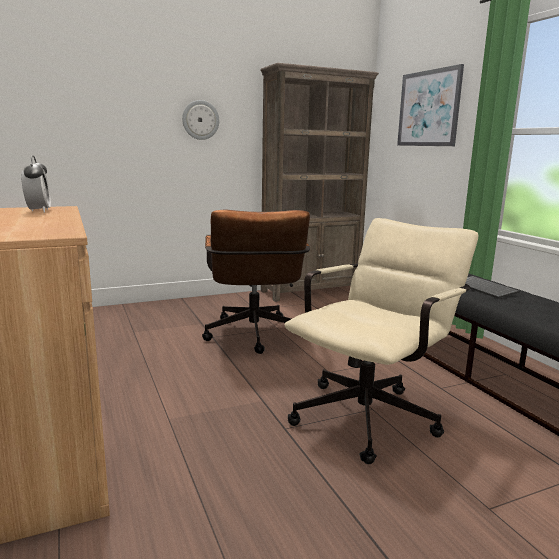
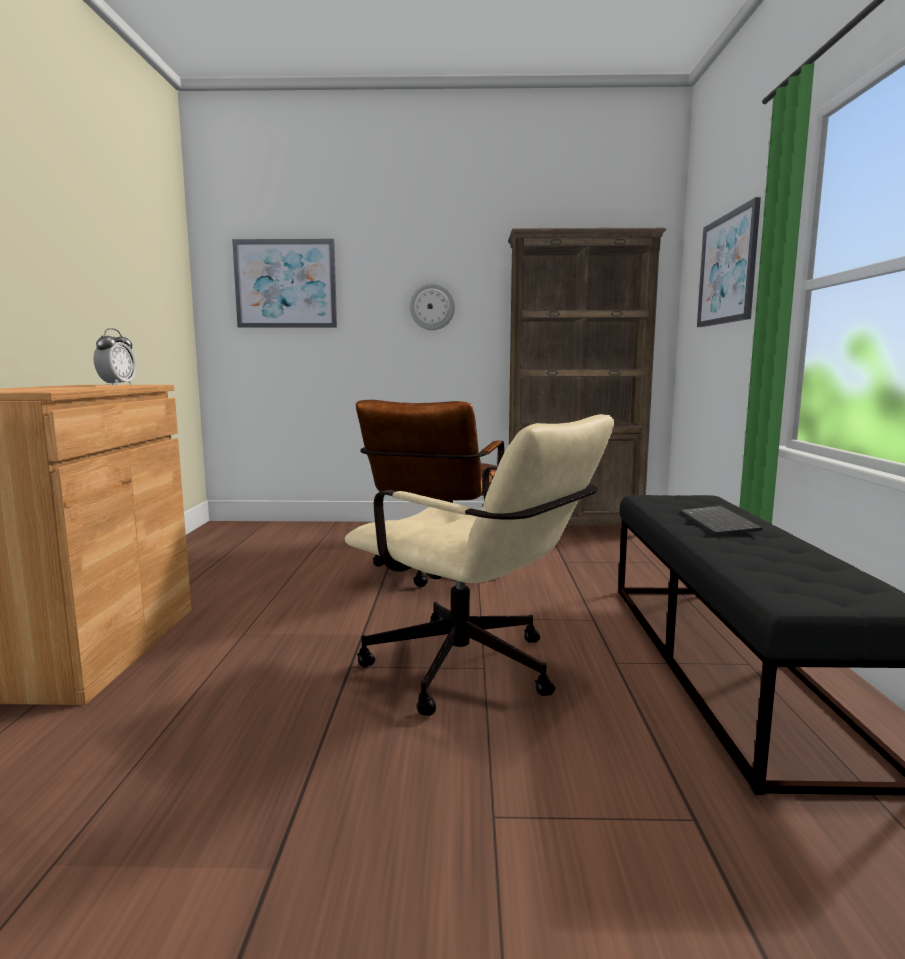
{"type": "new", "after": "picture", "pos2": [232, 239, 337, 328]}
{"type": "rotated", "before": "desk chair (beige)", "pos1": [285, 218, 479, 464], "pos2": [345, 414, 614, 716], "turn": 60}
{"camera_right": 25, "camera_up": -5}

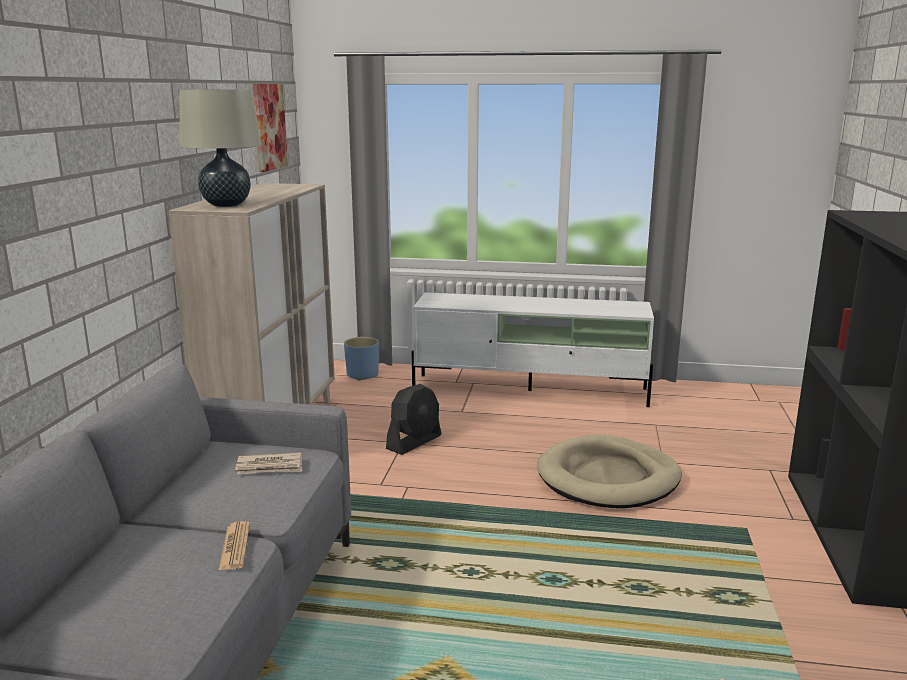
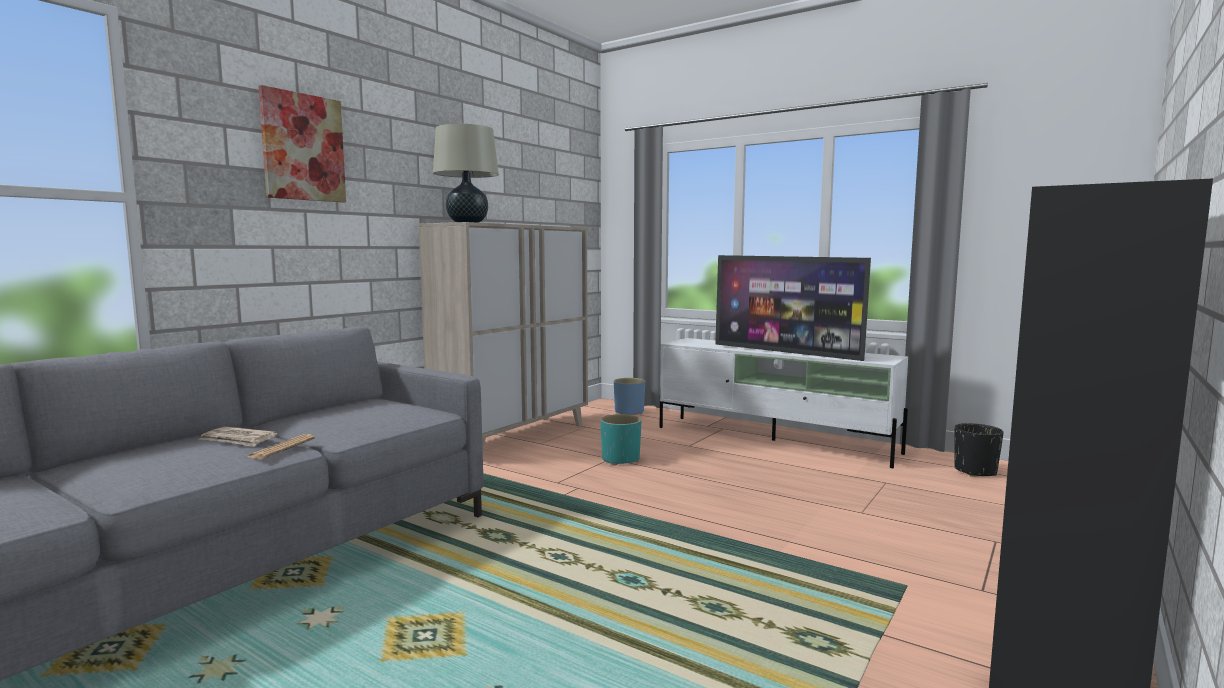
{"type": "shifted", "before": "printed paper", "pos1": [235, 452, 302, 474], "pos2": [200, 427, 277, 447]}
{"type": "shifted", "before": "picture", "pos1": [253, 84, 288, 172], "pos2": [258, 85, 346, 203]}
{"type": "swapped", "before": "electric fan (blackish)", "after": "plant pot (turquoise)", "pos1": [386, 384, 441, 455], "pos2": [600, 414, 642, 466]}
{"type": "new", "after": "TV set", "pos2": [715, 255, 871, 361]}
{"type": "new", "after": "plant pot (blackish)", "pos2": [954, 423, 1004, 477]}
{"type": "gone", "before": "pet bed (beige)", "pos1": [537, 435, 682, 508]}
{"camera_right": 25, "camera_up": -10}

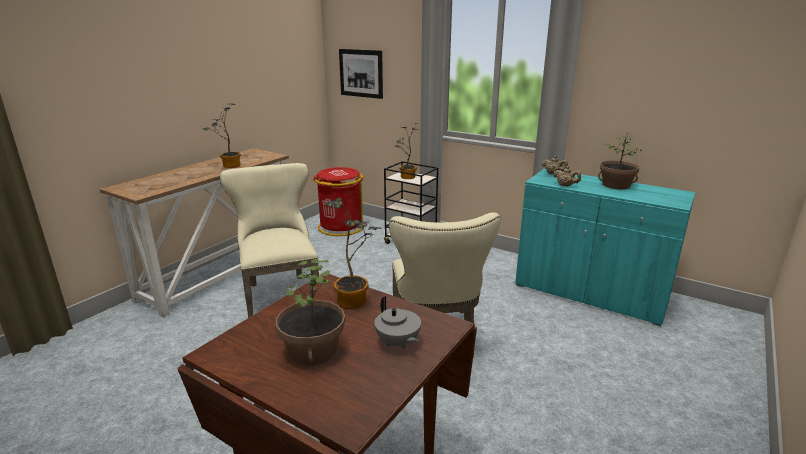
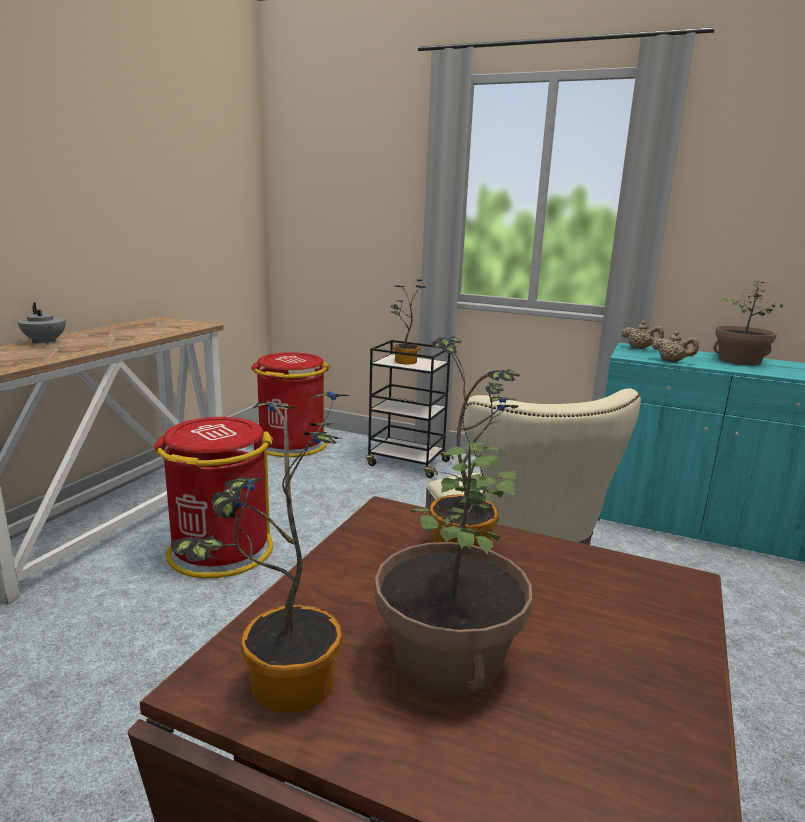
{"type": "shifted", "before": "teapot (gray)", "pos1": [374, 296, 421, 349], "pos2": [18, 302, 66, 344]}
{"type": "swapped", "before": "upright chair (beige)", "after": "trash can (red-coloured)", "pos1": [220, 163, 319, 318], "pos2": [153, 417, 273, 578]}
{"type": "shifted", "before": "potted plant", "pos1": [202, 103, 241, 168], "pos2": [171, 391, 349, 714]}
{"type": "gone", "before": "picture", "pos1": [339, 49, 383, 99]}
{"camera_right": -10, "camera_up": -5}

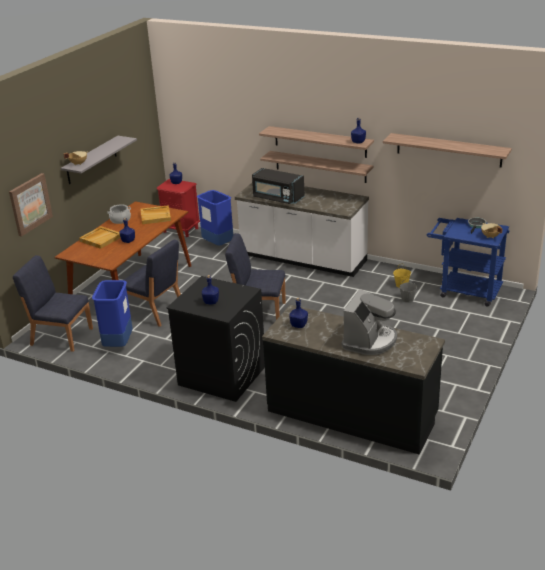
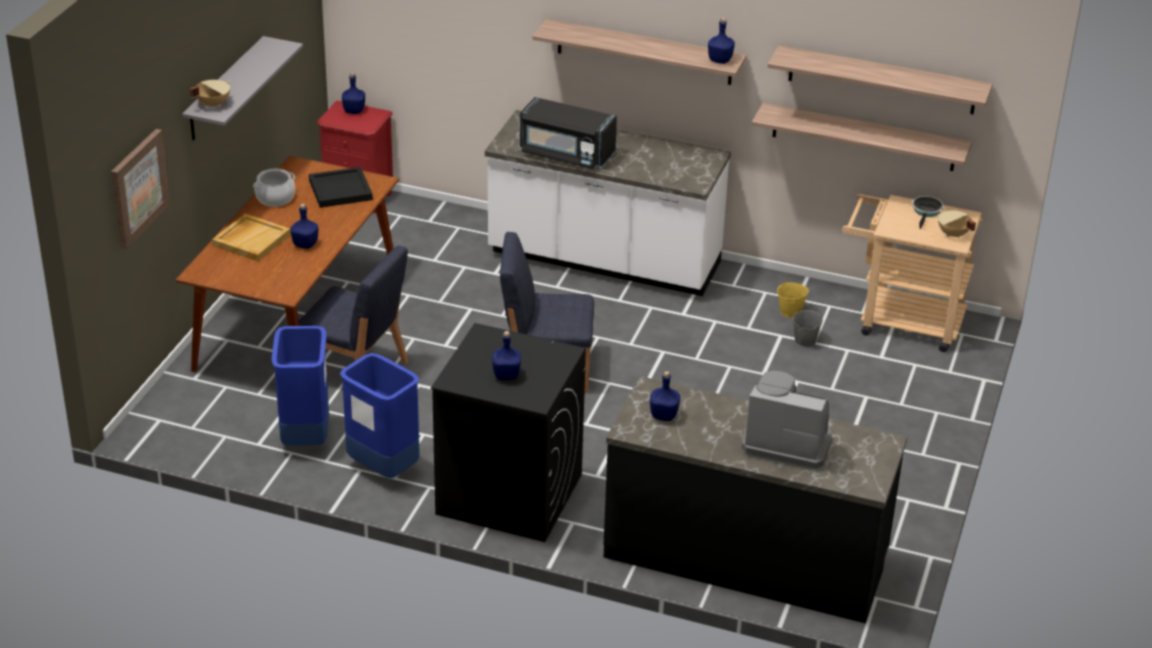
{"type": "repainted", "before": "carrying tray (beige)", "after": "carrying tray (blackish)", "pos1": [140, 205, 171, 224], "pos2": [309, 167, 373, 208]}
{"type": "shifted", "before": "trash can (blue-coloured)", "pos1": [197, 190, 233, 246], "pos2": [340, 353, 420, 478]}
{"type": "rotated", "before": "coffee brewer", "pos1": [341, 289, 397, 355], "pos2": [742, 371, 832, 470], "turn": -90}
{"type": "shifted", "before": "wall shelf", "pos1": [260, 151, 374, 183], "pos2": [752, 103, 972, 171]}
{"type": "repainted", "before": "cart (blue-coloured)", "after": "cart (beige)", "pos1": [427, 218, 509, 307], "pos2": [842, 194, 983, 352]}
{"type": "gone", "before": "upright chair (blue-coloured)", "pos1": [13, 255, 93, 352]}
{"camera_right": -10, "camera_up": 5}

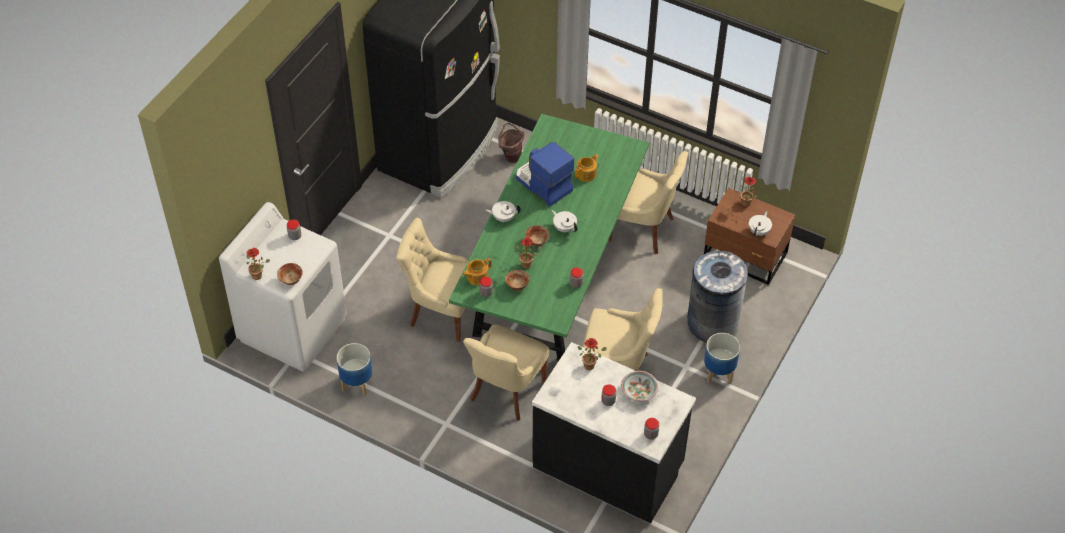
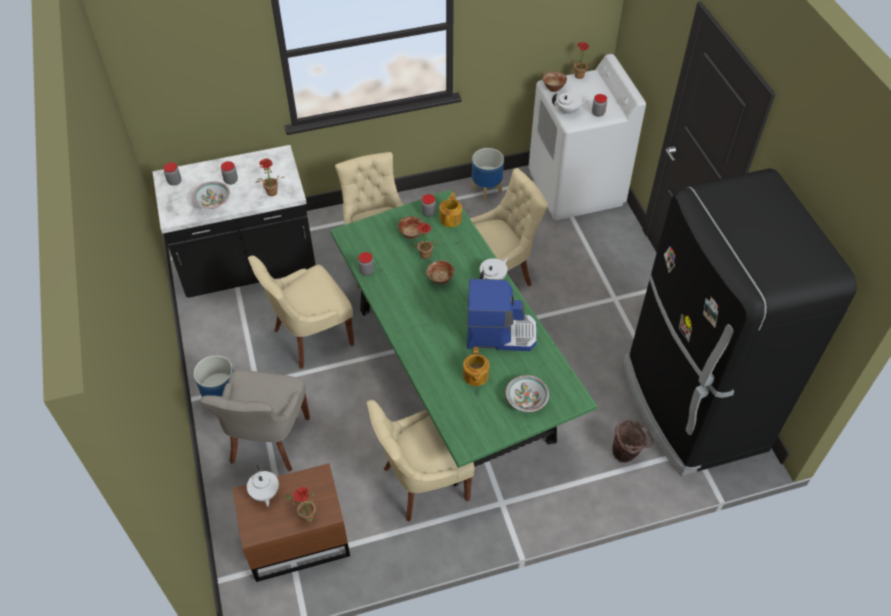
{"type": "swapped", "before": "trash can (gray)", "after": "upright chair (gray)", "pos1": [687, 249, 748, 342], "pos2": [200, 370, 310, 472]}
{"type": "new", "after": "deep dish", "pos2": [505, 375, 549, 412]}
{"type": "shifted", "before": "teapot (white)", "pos1": [552, 210, 577, 232], "pos2": [552, 93, 589, 115]}
{"camera_right": 135, "camera_up": 0}

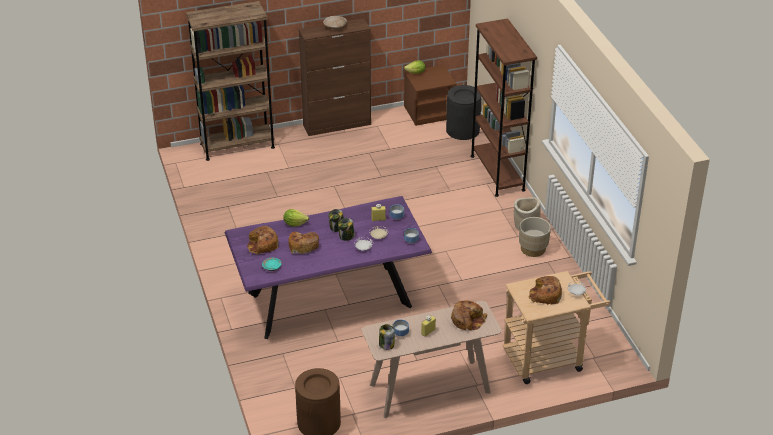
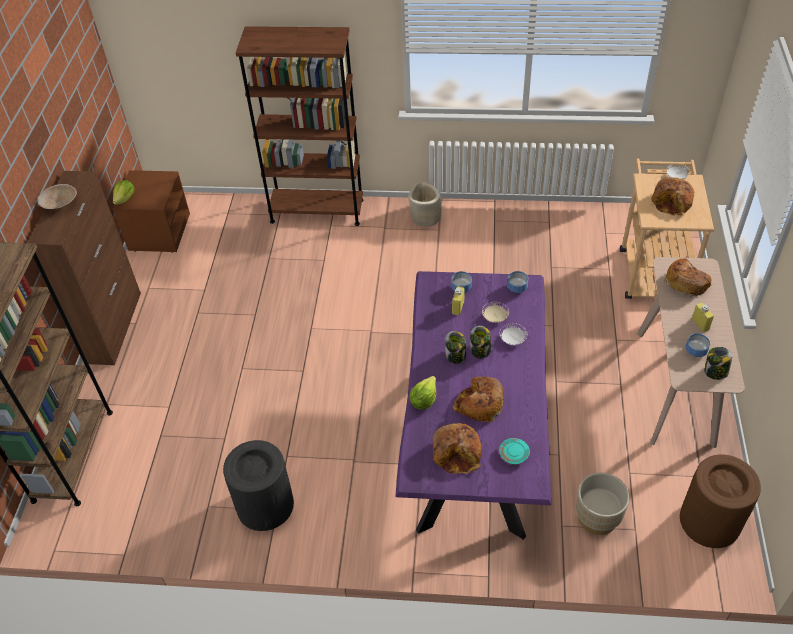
{"type": "shifted", "before": "trash can (blackish)", "pos1": [446, 85, 481, 140], "pos2": [223, 440, 294, 531]}
{"type": "shifted", "before": "plant pot (beige)", "pos1": [519, 217, 551, 257], "pos2": [576, 473, 629, 535]}
{"camera_right": -65, "camera_up": 10}

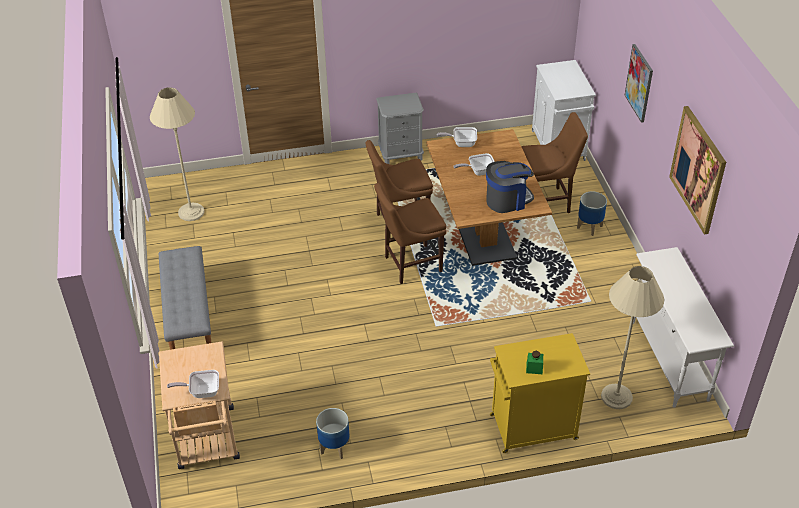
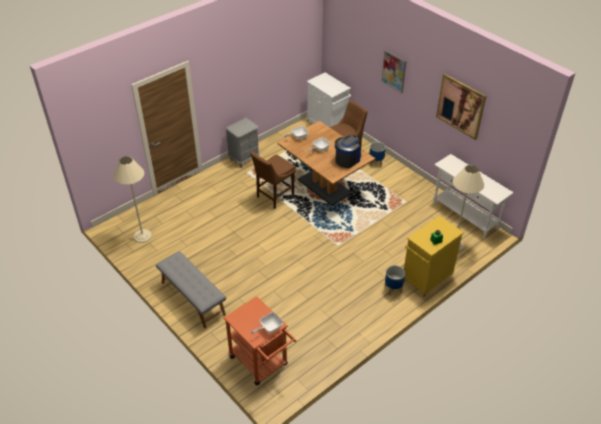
{"type": "repainted", "before": "cart (beige)", "after": "cart (orange-coloured)", "pos1": [159, 341, 240, 469], "pos2": [223, 296, 296, 385]}
{"type": "shifted", "before": "plant pot", "pos1": [316, 408, 350, 459], "pos2": [385, 265, 405, 296]}
{"type": "gone", "before": "upright chair (brown)", "pos1": [374, 183, 446, 284]}
{"camera_right": -30, "camera_up": 0}

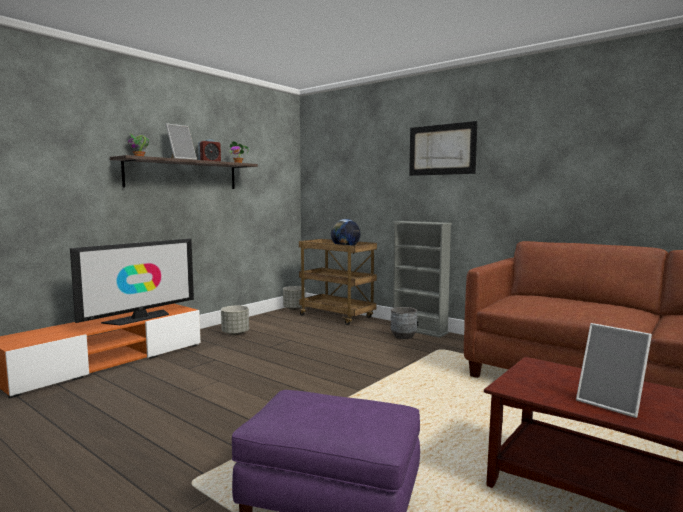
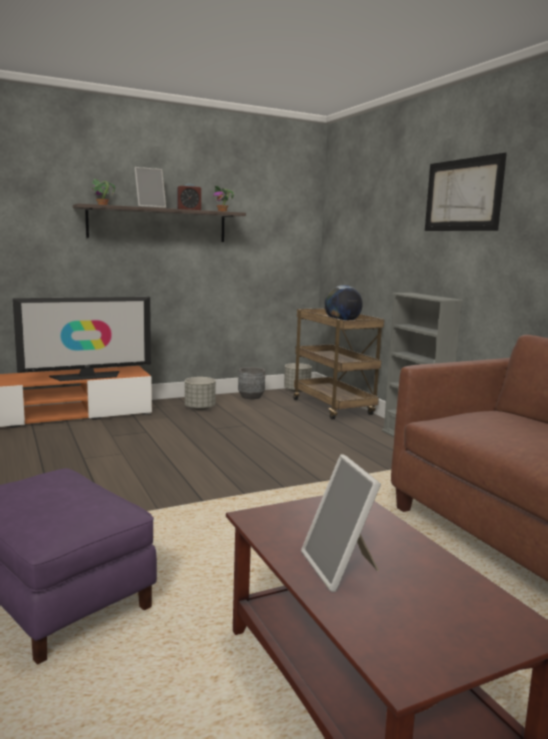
{"type": "shifted", "before": "plant pot (gray)", "pos1": [391, 307, 417, 339], "pos2": [238, 367, 265, 399]}
{"camera_right": 25, "camera_up": 5}

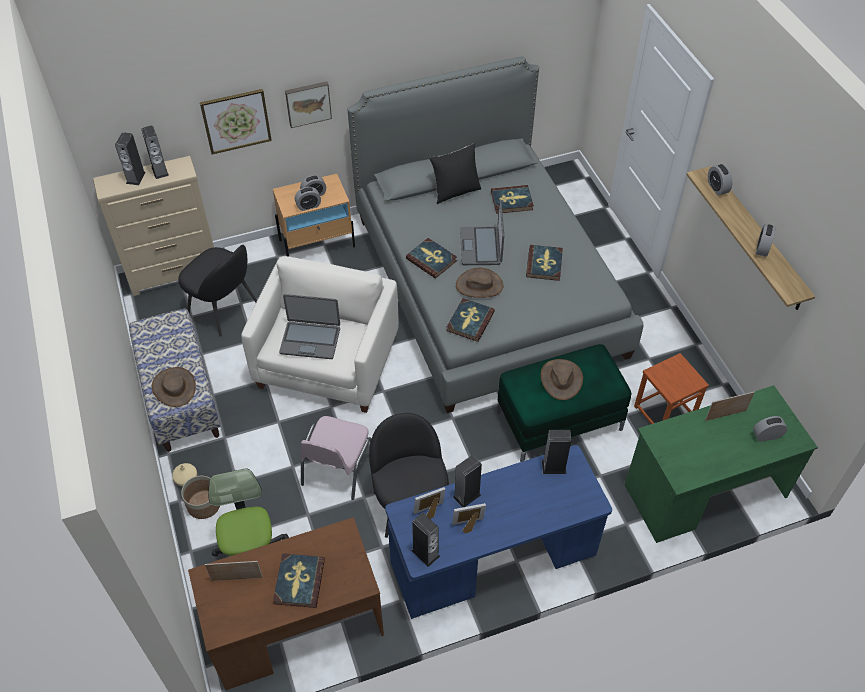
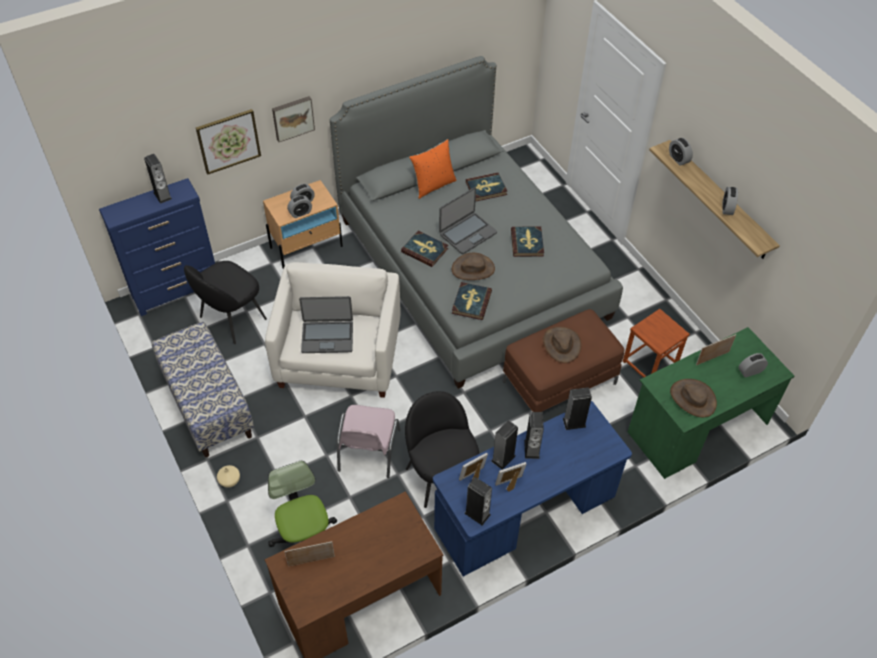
{"type": "repainted", "before": "dresser (beige)", "after": "dresser (blue-coloured)", "pos1": [93, 156, 214, 296], "pos2": [99, 178, 215, 316]}
{"type": "rotated", "before": "upright chair (blackish)", "pos1": [178, 245, 257, 337], "pos2": [184, 261, 267, 344], "turn": 105}
{"type": "repainted", "before": "pillow (blackish)", "after": "pillow (orange-coloured)", "pos1": [429, 143, 481, 204], "pos2": [409, 139, 457, 199]}
{"type": "rotated", "before": "portable computer", "pos1": [460, 199, 504, 265], "pos2": [439, 187, 497, 254], "turn": -120}
{"type": "repainted", "before": "footrest (greenish)", "after": "footrest (brown)", "pos1": [497, 344, 631, 462], "pos2": [503, 309, 625, 412]}
{"type": "shifted", "before": "audio speaker", "pos1": [115, 132, 146, 185], "pos2": [524, 412, 544, 459]}
{"type": "shifted", "before": "clothing hat (brown)", "pos1": [152, 367, 196, 407], "pos2": [670, 379, 717, 417]}
{"type": "gone", "before": "plant pot", "pos1": [181, 476, 220, 519]}
{"type": "gone", "before": "volume", "pos1": [273, 553, 325, 608]}
{"camera_right": -10, "camera_up": 0}

